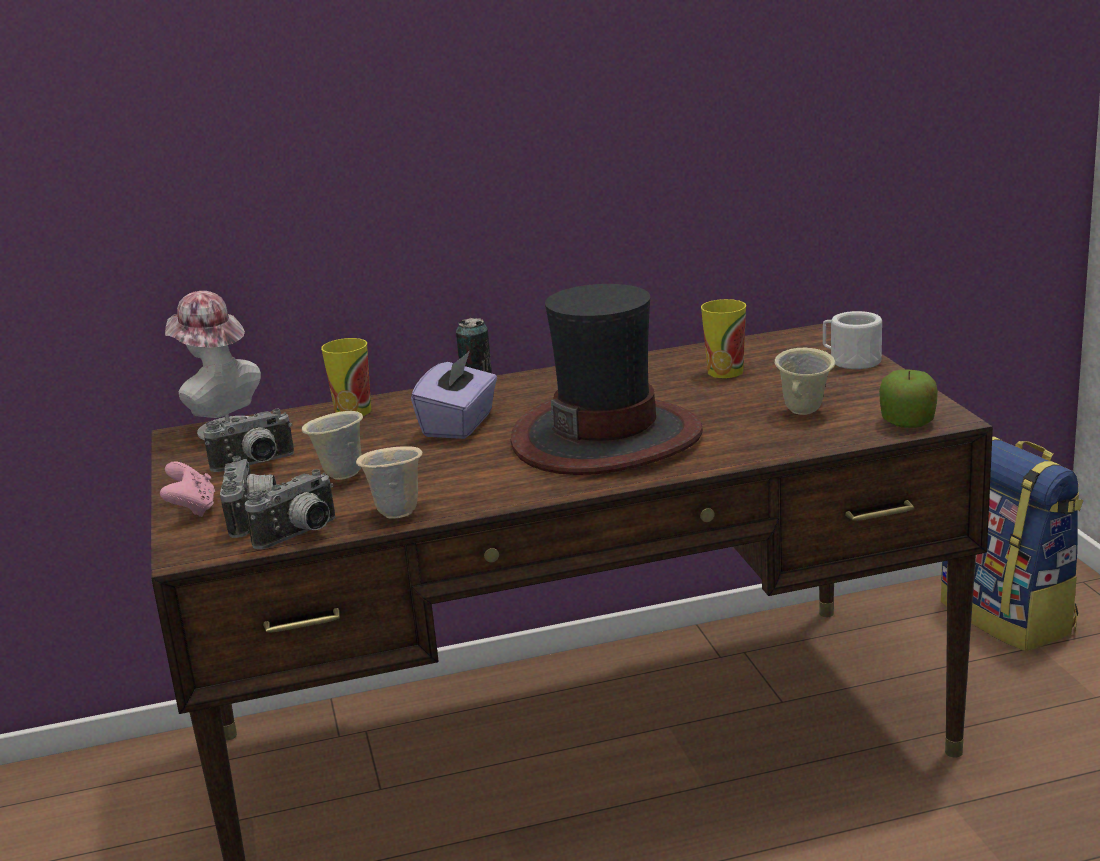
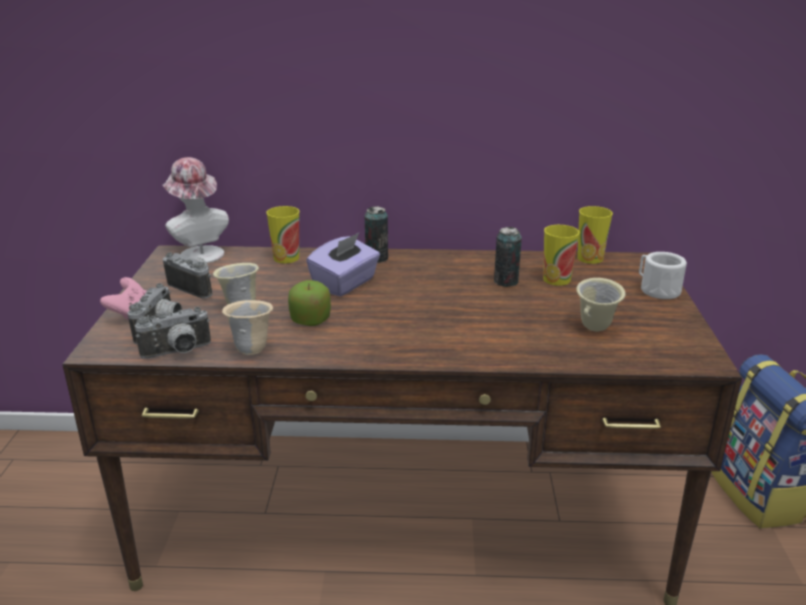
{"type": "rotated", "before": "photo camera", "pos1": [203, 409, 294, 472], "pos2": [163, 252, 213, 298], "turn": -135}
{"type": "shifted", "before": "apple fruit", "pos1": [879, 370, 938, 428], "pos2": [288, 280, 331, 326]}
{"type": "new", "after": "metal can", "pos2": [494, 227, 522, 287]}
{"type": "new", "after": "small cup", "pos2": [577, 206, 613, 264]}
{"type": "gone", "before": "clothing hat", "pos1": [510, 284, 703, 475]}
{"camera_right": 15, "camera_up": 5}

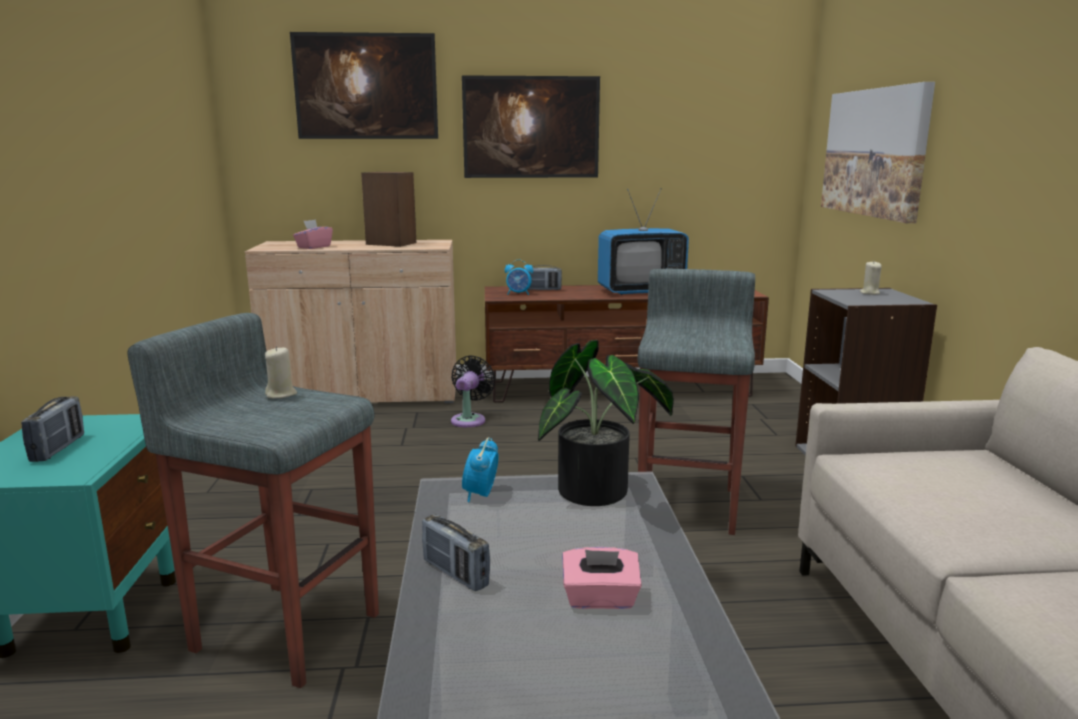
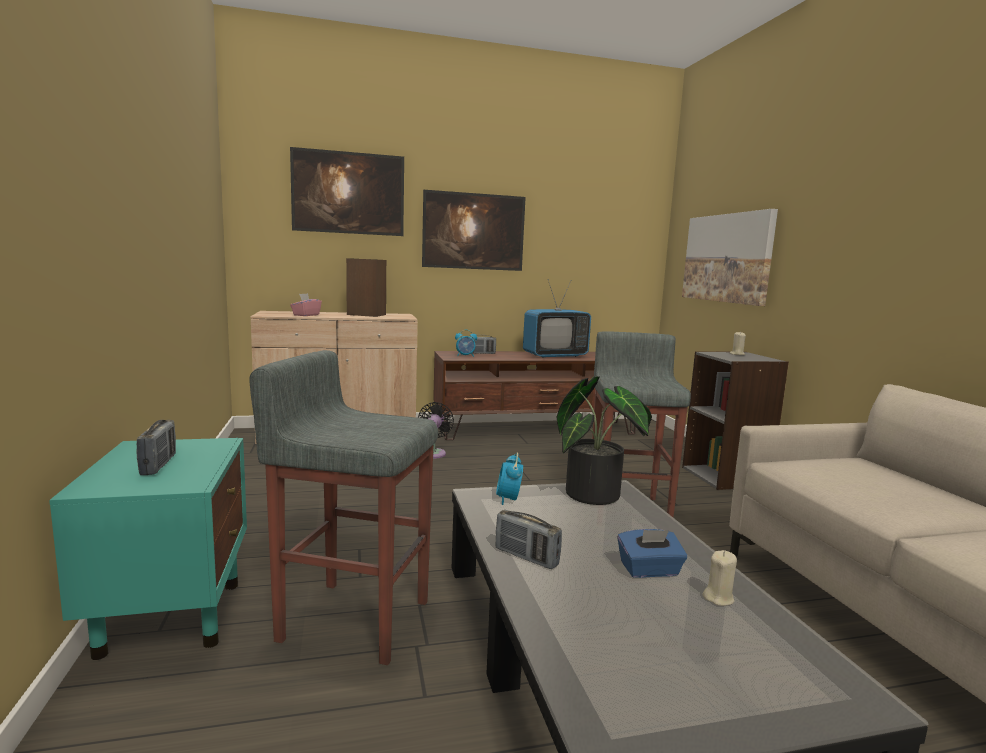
{"type": "repainted", "before": "tissue box (pink-coloured)", "after": "tissue box (blue-coloured)", "pos1": [562, 547, 642, 609], "pos2": [617, 529, 687, 578]}
{"type": "shifted", "before": "wax light (beige)", "pos1": [265, 346, 297, 398], "pos2": [702, 550, 737, 606]}
{"camera_right": -10, "camera_up": -5}

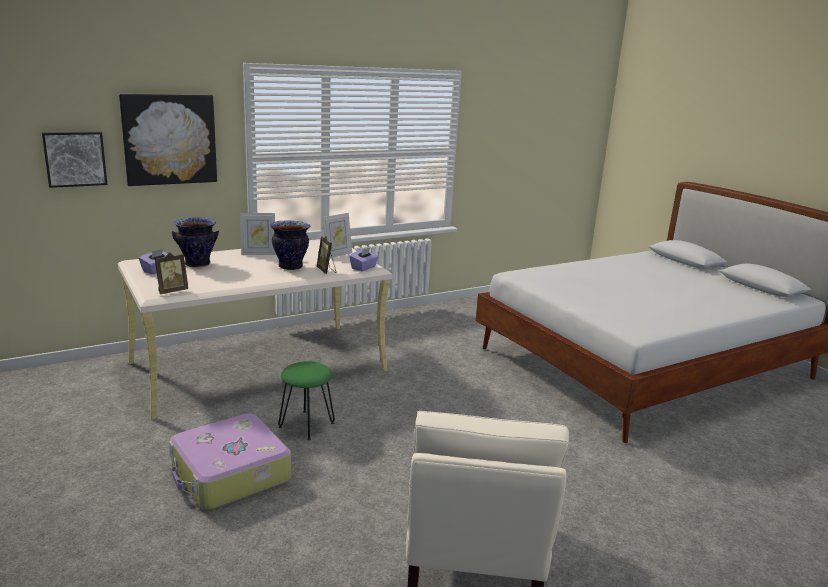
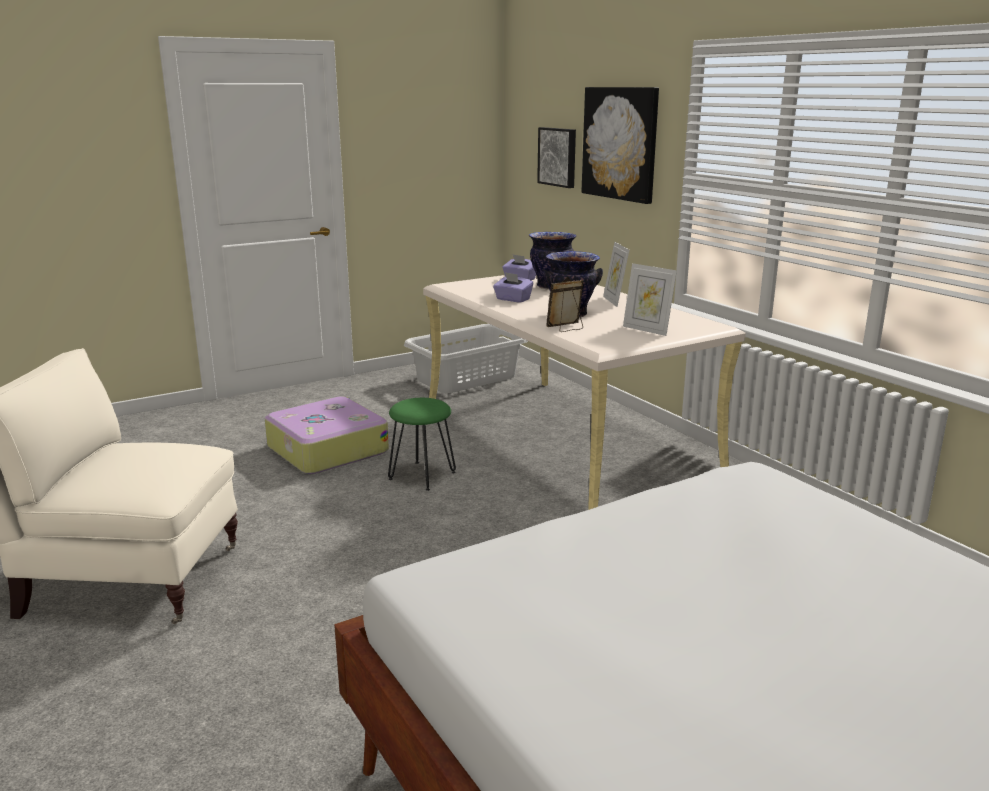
{"type": "new", "after": "hamper (gray)", "pos2": [404, 324, 528, 393]}
{"type": "shifted", "before": "tissue box (purple-coloured)", "pos1": [349, 247, 379, 271], "pos2": [493, 272, 533, 303]}
{"type": "gone", "before": "photo frame", "pos1": [155, 252, 188, 294]}
{"camera_right": 90, "camera_up": 0}

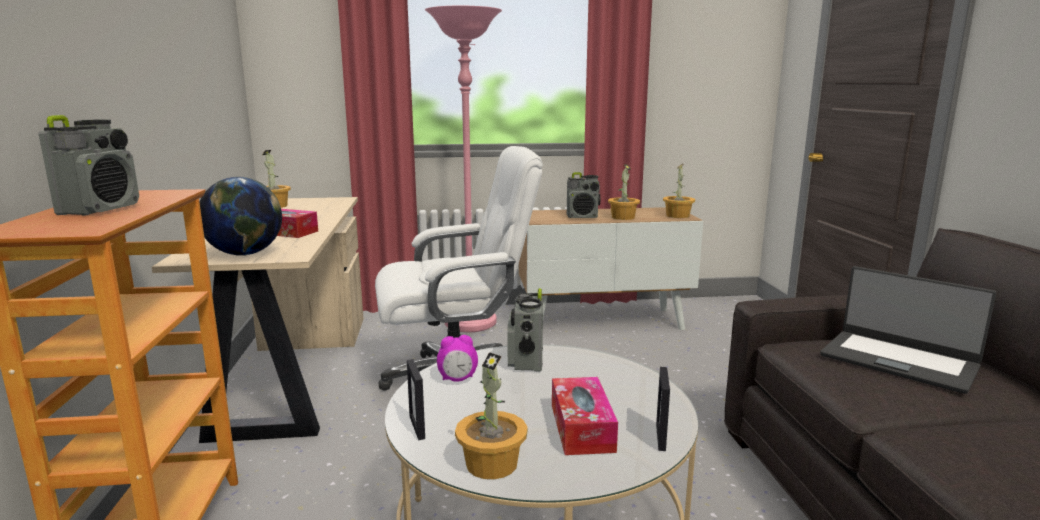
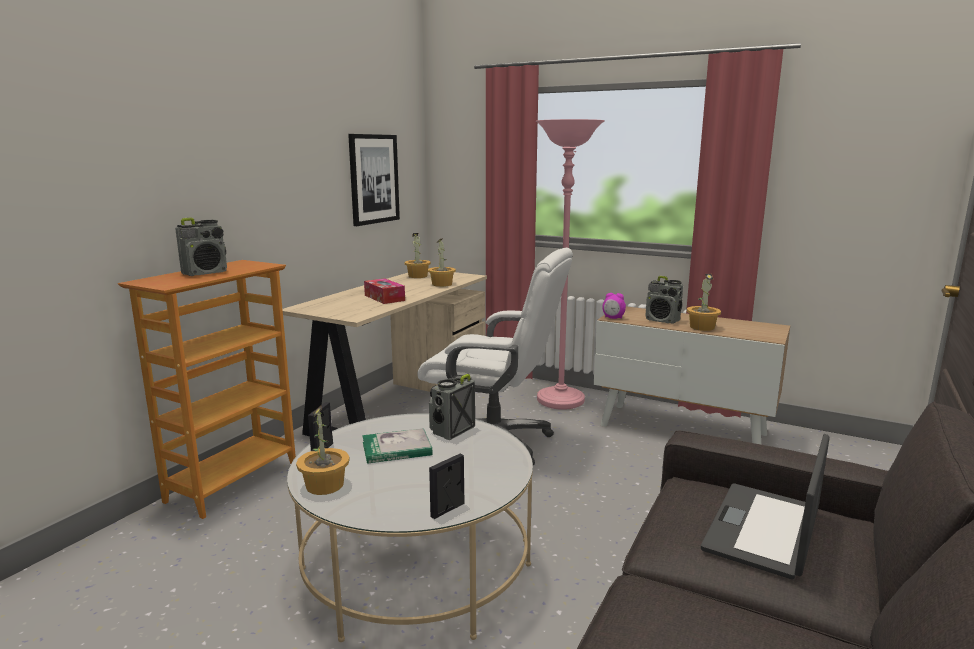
{"type": "new", "after": "picture", "pos2": [348, 134, 400, 226]}
{"type": "new", "after": "volume", "pos2": [362, 428, 433, 464]}
{"type": "shifted", "before": "potted plant", "pos1": [663, 164, 695, 218], "pos2": [428, 238, 456, 287]}
{"type": "shifted", "before": "table clock", "pos1": [437, 335, 478, 382], "pos2": [602, 293, 626, 319]}
{"type": "rotated", "before": "portable computer", "pos1": [820, 266, 996, 394], "pos2": [701, 434, 830, 580], "turn": 45}
{"type": "gone", "before": "globe", "pos1": [199, 177, 282, 256]}
{"type": "gone", "before": "tissue box", "pos1": [552, 377, 618, 455]}
{"camera_right": 35, "camera_up": 0}

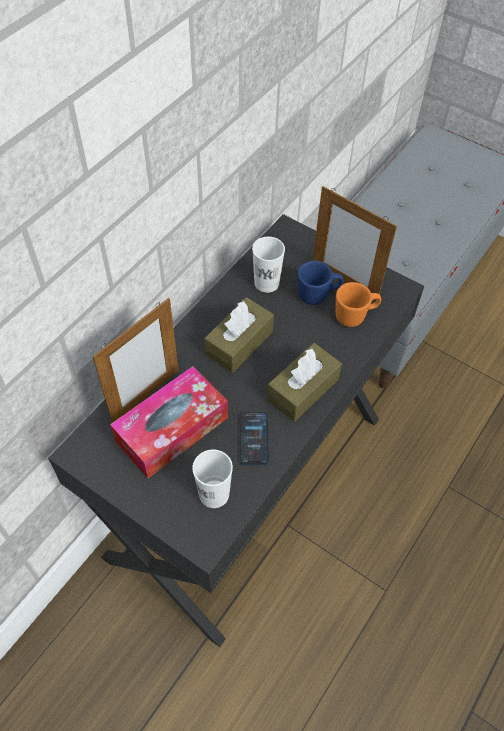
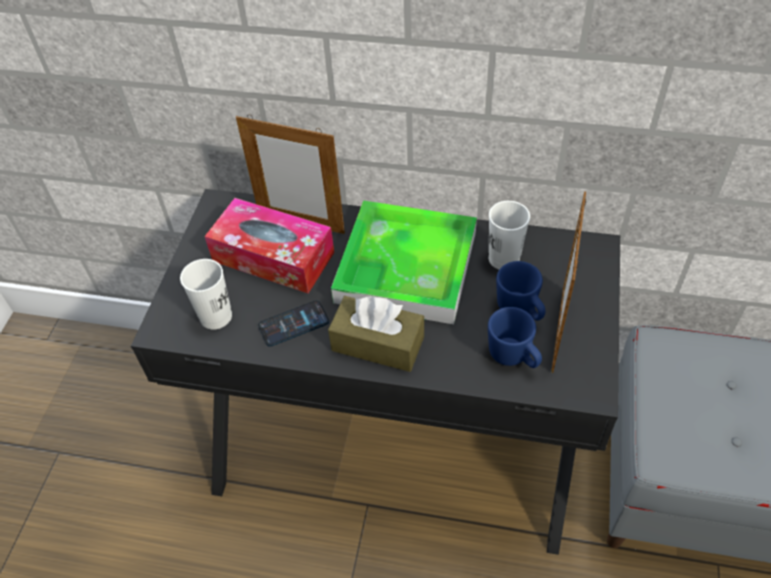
{"type": "swapped", "before": "tissue box (brown)", "after": "carrying tray", "pos1": [204, 297, 274, 373], "pos2": [331, 201, 477, 324]}
{"type": "repainted", "before": "mug (orange-coloured)", "after": "mug (blue-coloured)", "pos1": [335, 282, 381, 327], "pos2": [488, 307, 542, 368]}
{"camera_right": 70, "camera_up": -5}

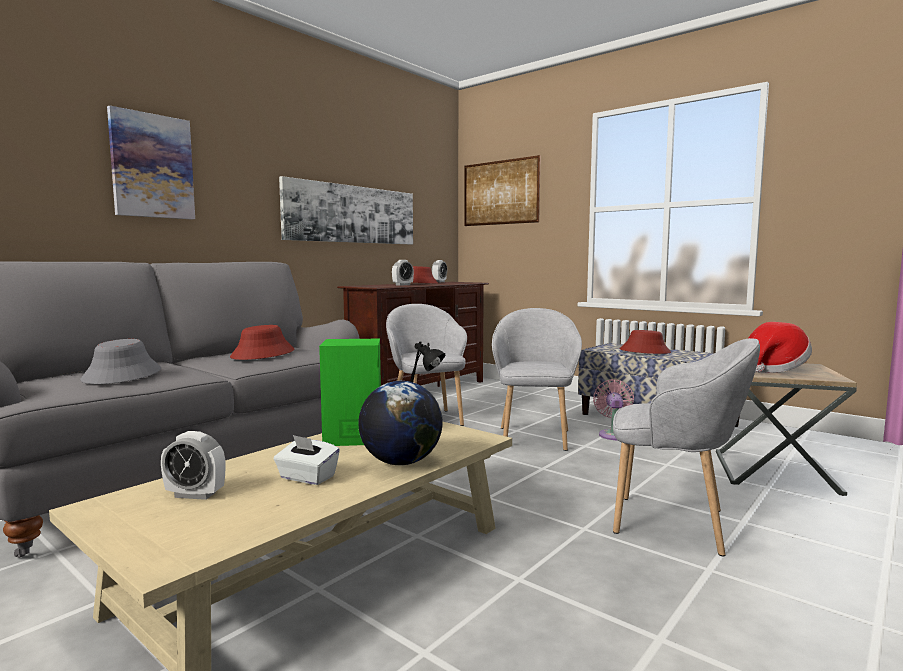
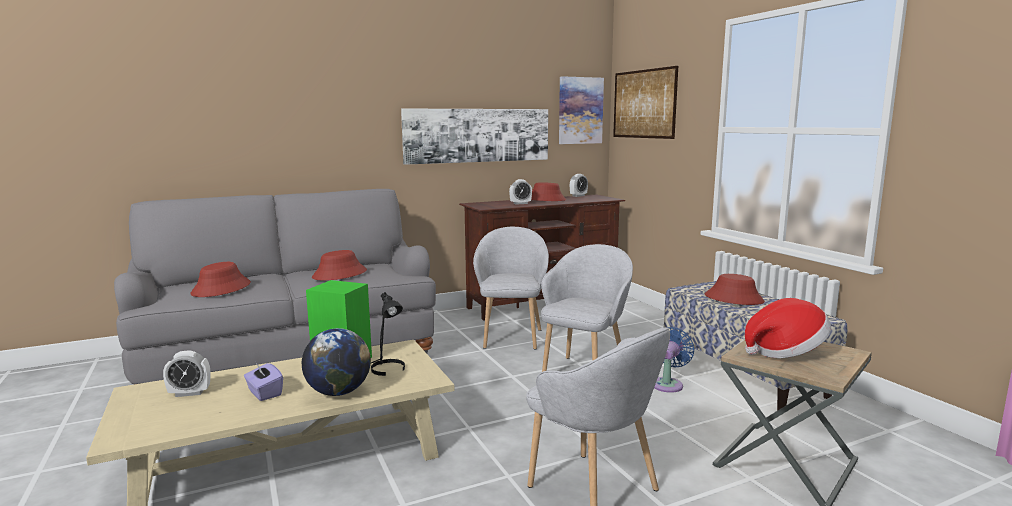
{"type": "rotated", "before": "table clock", "pos1": [161, 431, 226, 500], "pos2": [163, 351, 210, 397], "turn": -45}
{"type": "repainted", "before": "clothing hat (gray)", "after": "clothing hat (red-coloured)", "pos1": [80, 339, 161, 384], "pos2": [190, 262, 251, 297]}
{"type": "repainted", "before": "tissue box (white)", "after": "tissue box (purple-coloured)", "pos1": [274, 435, 340, 485], "pos2": [244, 363, 283, 401]}
{"type": "shifted", "before": "picture", "pos1": [107, 105, 195, 220], "pos2": [559, 76, 604, 144]}
{"type": "repainted", "before": "electric fan (pink-coloured)", "after": "electric fan (blue-coloured)", "pos1": [593, 379, 634, 440], "pos2": [654, 327, 695, 393]}
{"camera_right": 25, "camera_up": 5}

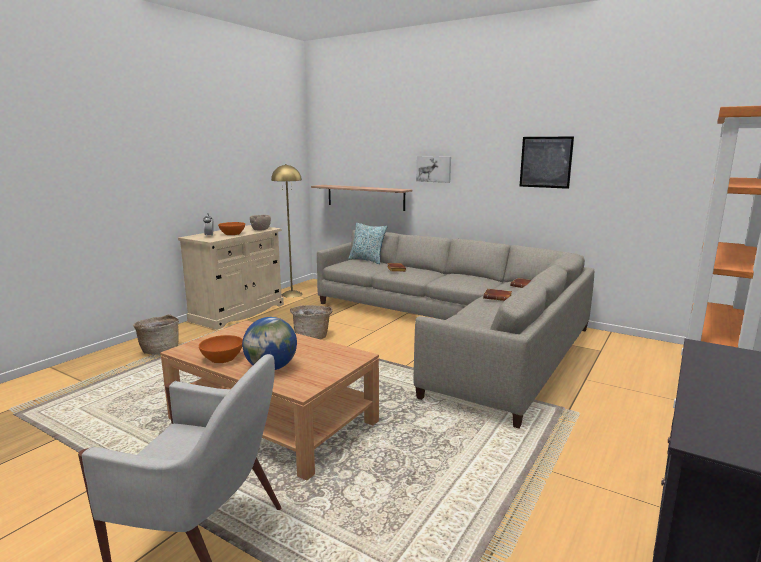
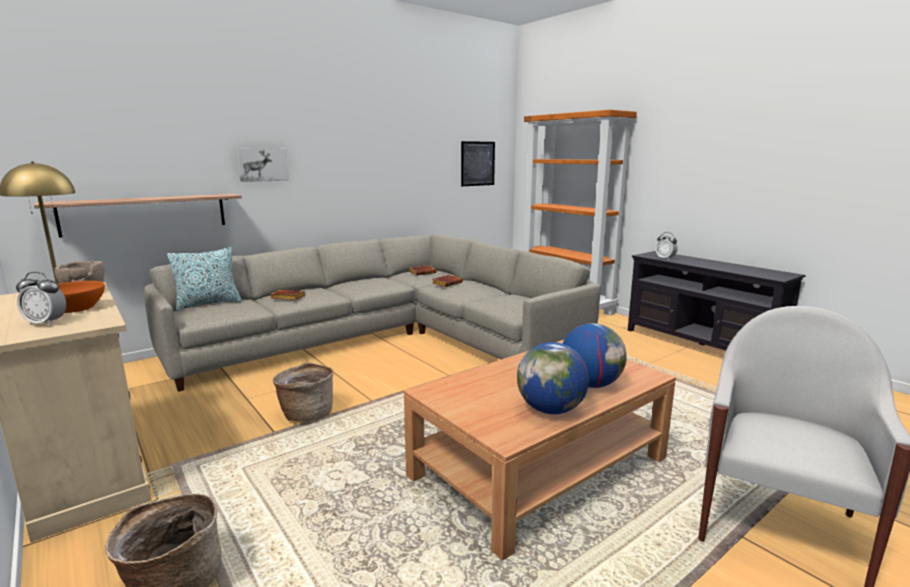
{"type": "shifted", "before": "picture", "pos1": [520, 137, 574, 189], "pos2": [461, 141, 495, 186]}
{"type": "swapped", "before": "deep dish (orange-coloured)", "after": "globe", "pos1": [199, 335, 243, 363], "pos2": [517, 342, 589, 414]}
{"type": "new", "after": "table clock", "pos2": [656, 232, 678, 260]}
{"camera_right": -70, "camera_up": 0}

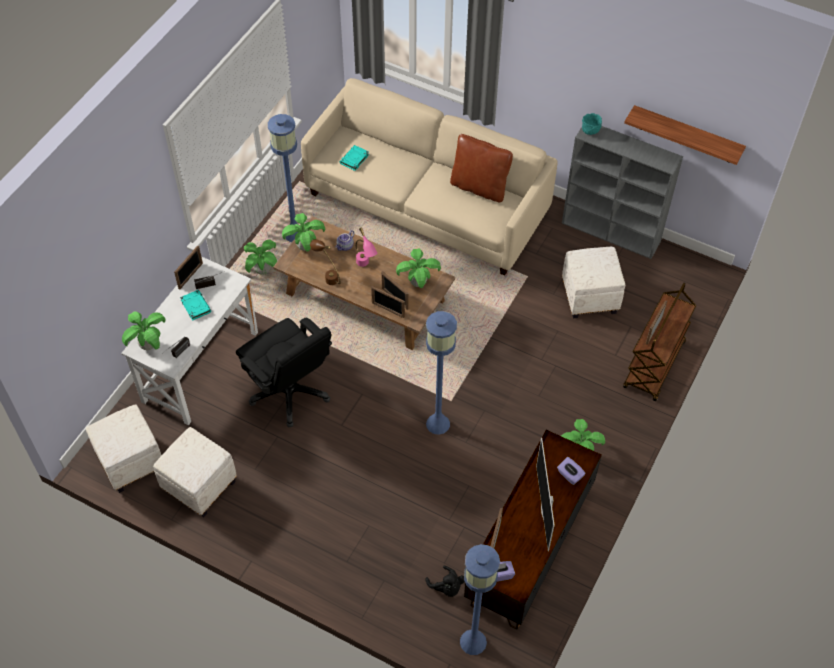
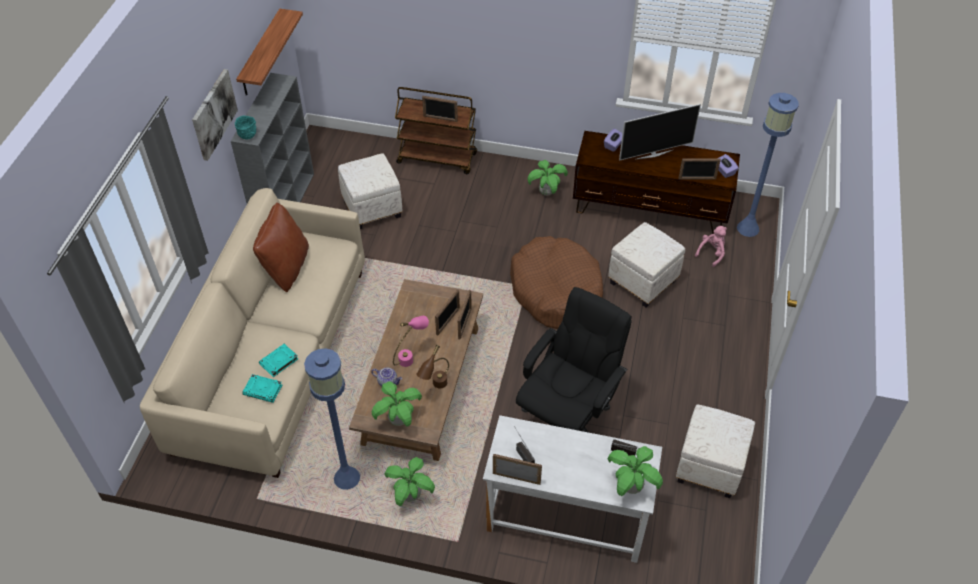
{"type": "new", "after": "picture", "pos2": [192, 69, 238, 161]}
{"type": "shifted", "before": "volume (turquoise)", "pos1": [180, 290, 211, 321], "pos2": [259, 344, 298, 377]}
{"type": "swapped", "before": "standard lamp (blue-coloured)", "after": "pet bed (brown)", "pos1": [426, 311, 457, 435], "pos2": [510, 236, 603, 329]}
{"type": "shifted", "before": "footrest (white)", "pos1": [86, 404, 162, 493], "pos2": [608, 222, 685, 307]}
{"type": "repainted", "before": "cuddly toy (blackish)", "after": "cuddly toy (pink-coloured)", "pos1": [425, 566, 465, 597], "pos2": [695, 226, 727, 267]}
{"type": "gone", "before": "potted plant", "pos1": [396, 249, 441, 288]}
{"camera_right": -105, "camera_up": -5}

